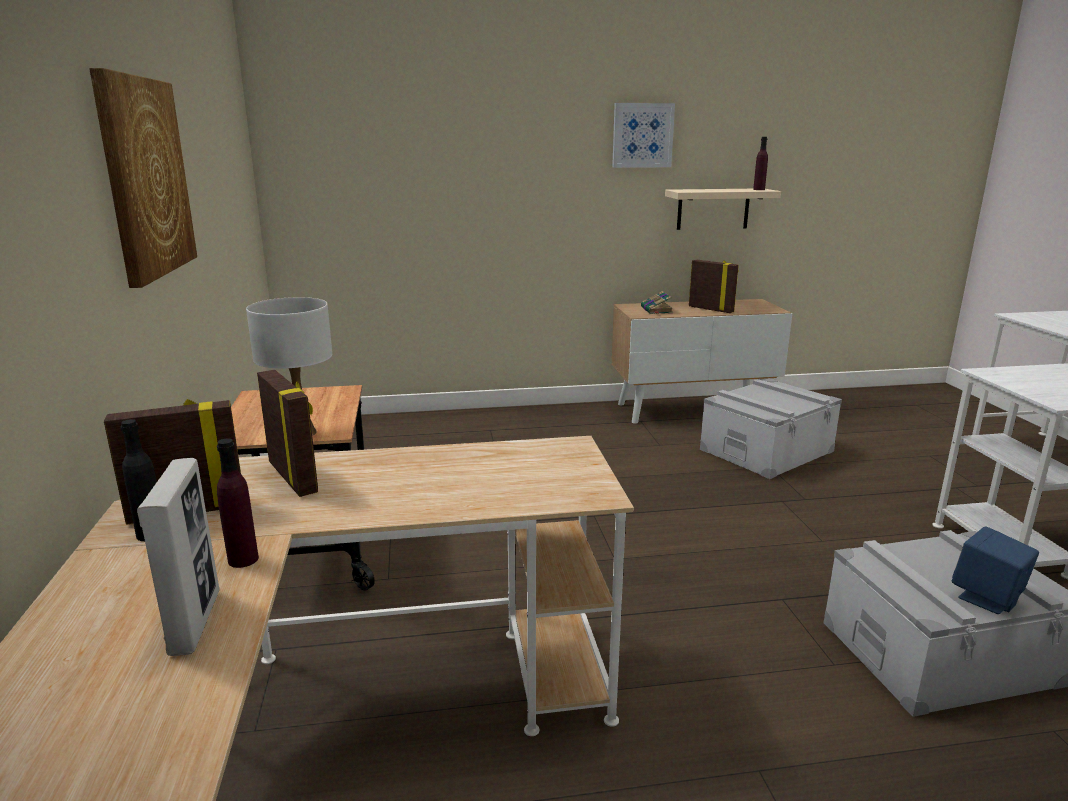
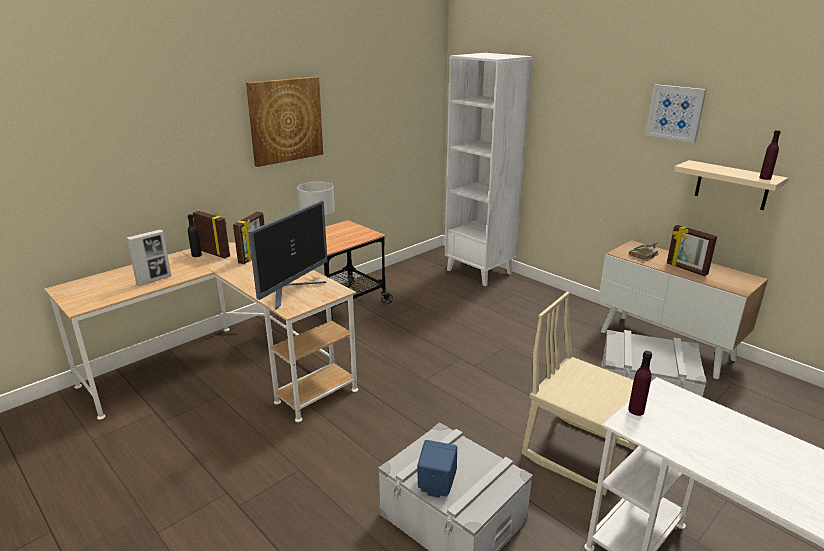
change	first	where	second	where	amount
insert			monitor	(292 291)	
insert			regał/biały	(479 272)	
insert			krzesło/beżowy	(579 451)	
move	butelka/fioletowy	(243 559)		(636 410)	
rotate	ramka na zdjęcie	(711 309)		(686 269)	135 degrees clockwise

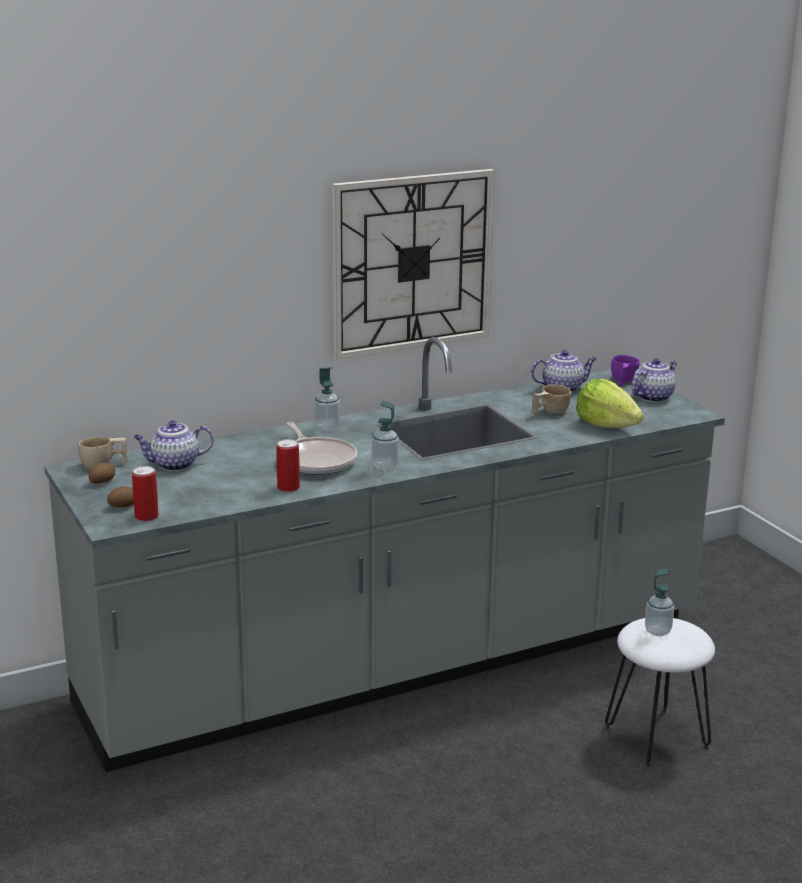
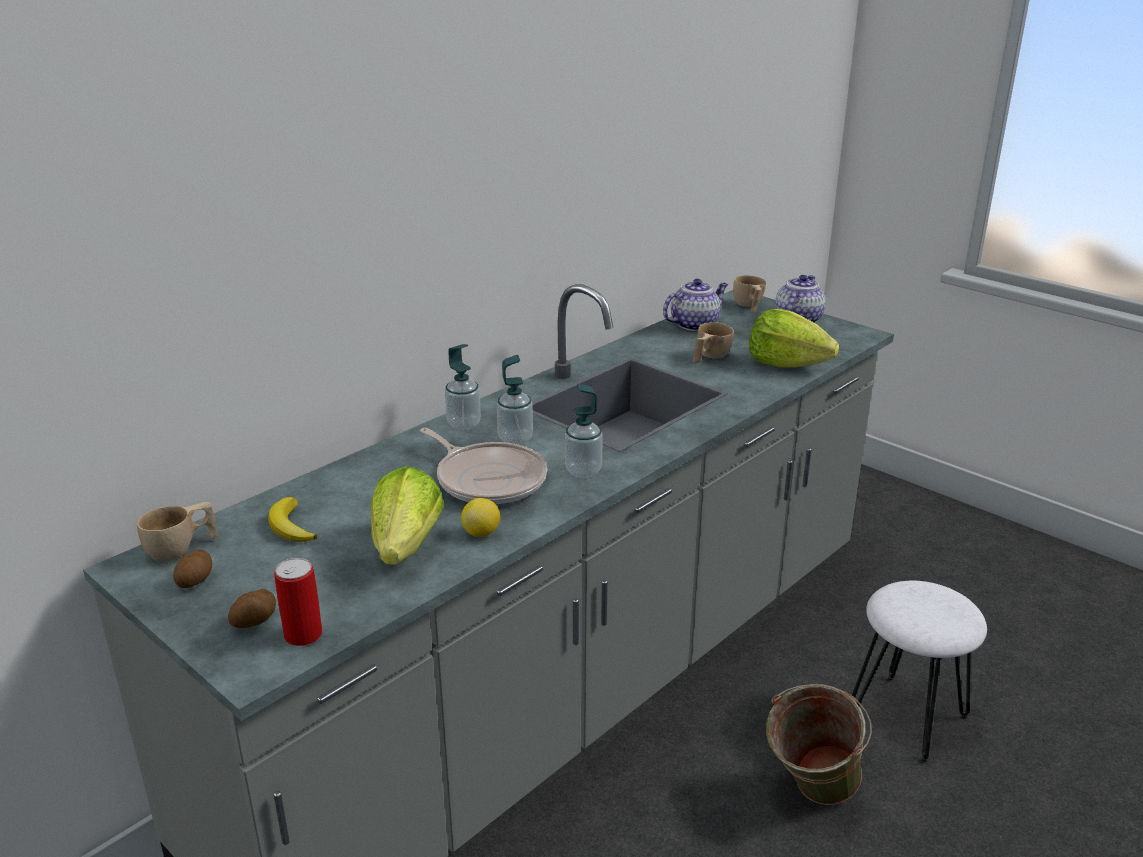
change	first	where	second	where	amount
replace	imbryk	(174 465)	banan	(290 526)	
insert			sałata	(406 547)	
replace	puszka	(288 487)	cytryna	(481 533)	
move	dozownik mydła	(657 631)		(515 439)	
recolor	filiżanka/fioletowy	(622 382)	filiżanka/beżowy	(748 306)	
insert			wiadro/zielony	(809 795)	
delete	zegar ścienny	(412 262)			

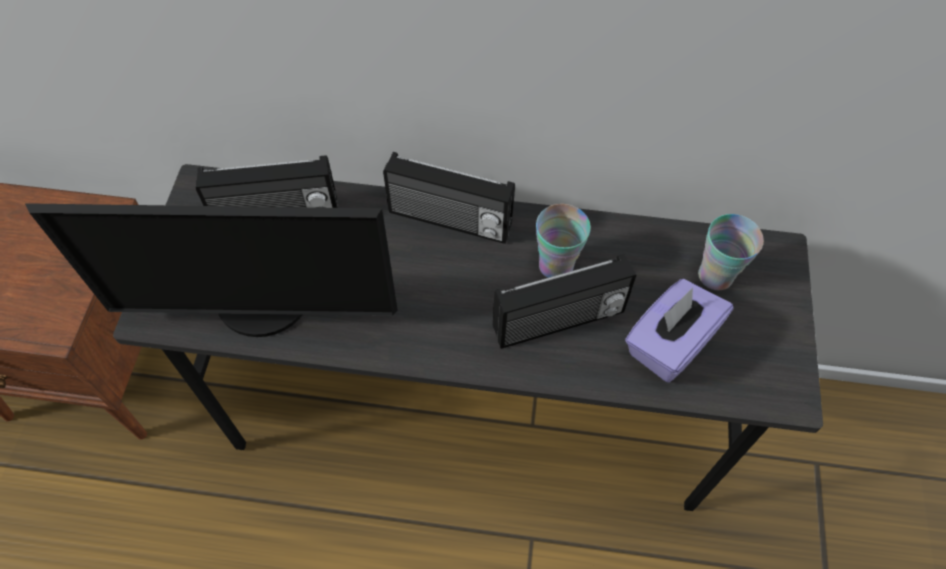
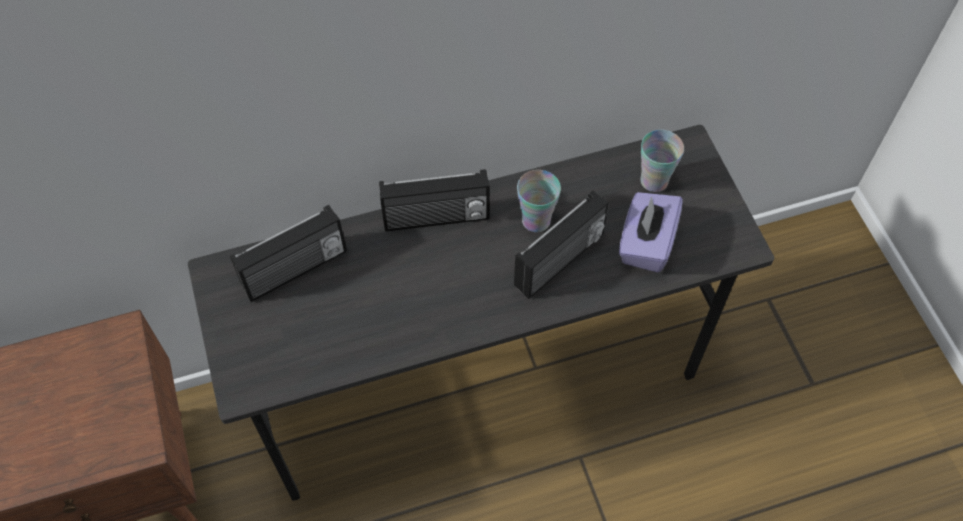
change	first	where	second	where	amount
delete	monitor	(262 305)			

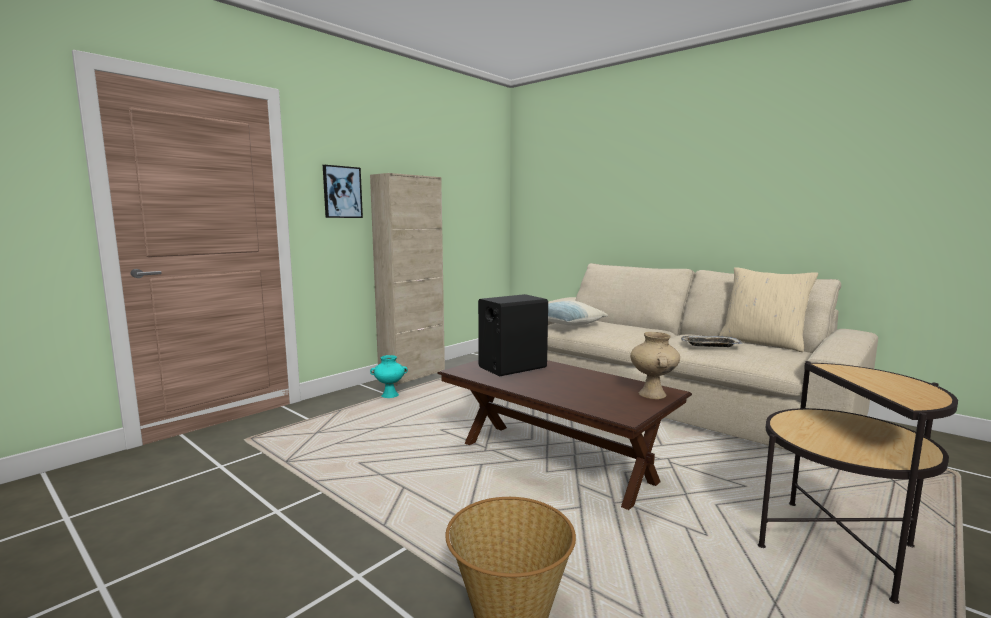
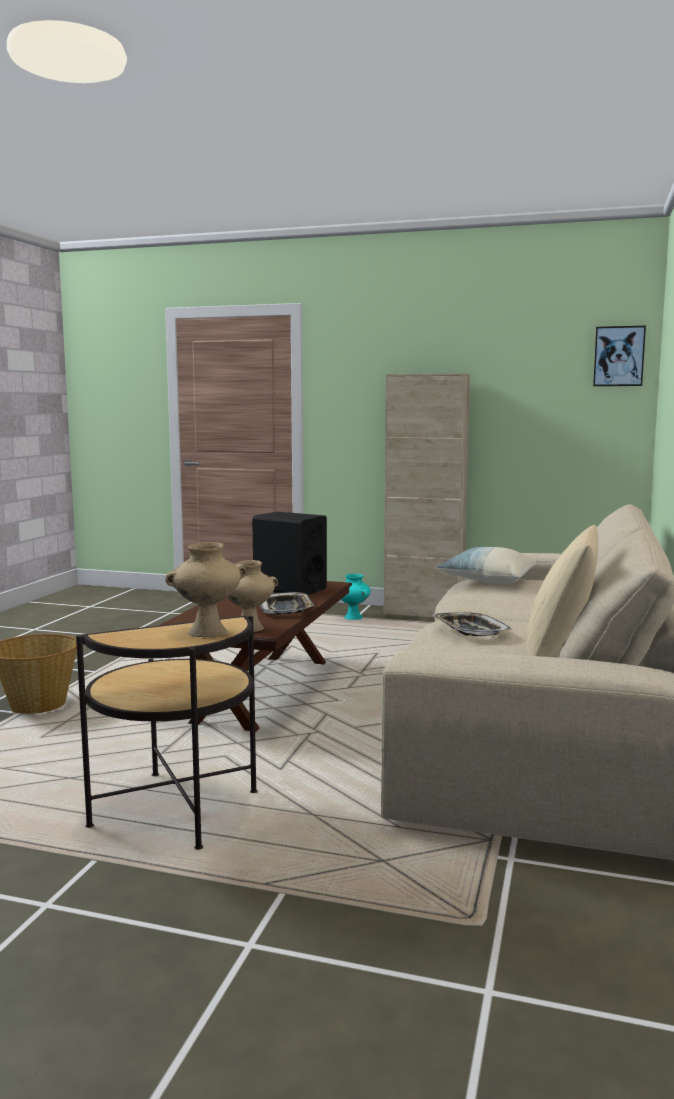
change	first	where	second	where	amount
insert			wazon/beżowy	(207 633)	
insert			taca	(286 609)	
move	obraz	(342 192)		(619 356)	

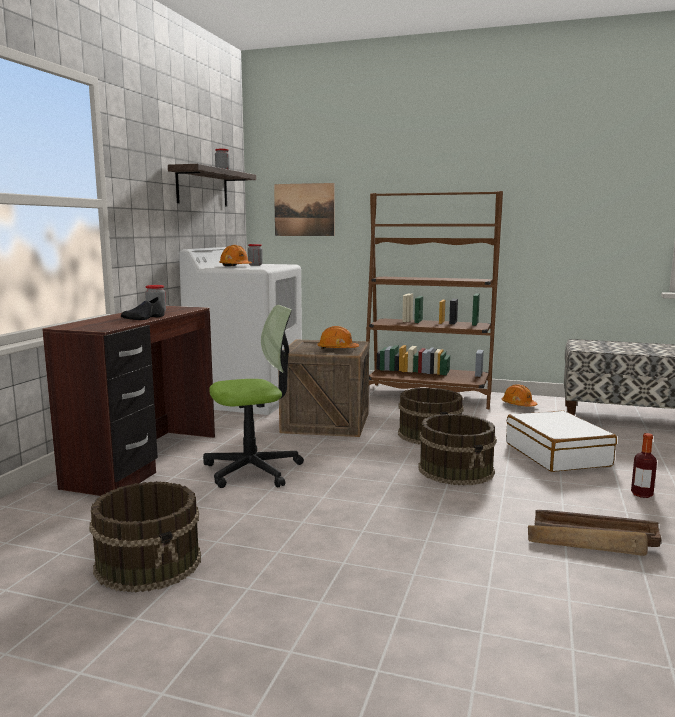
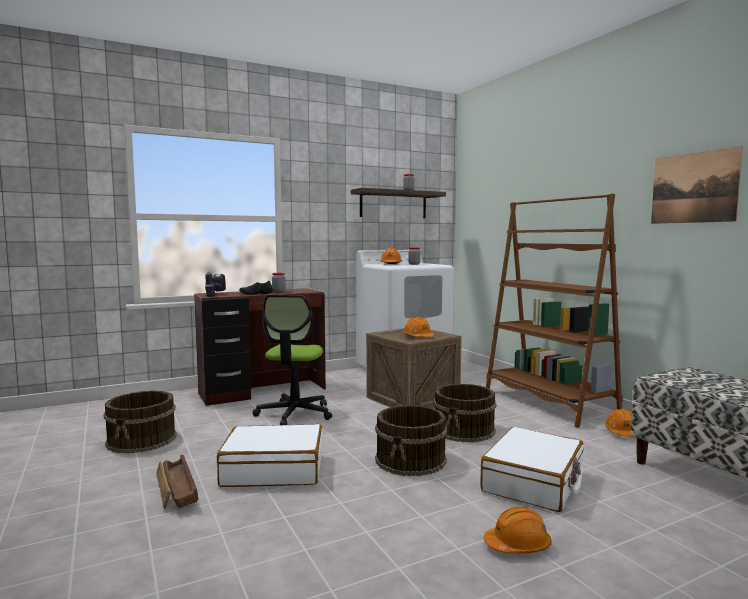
change	first	where	second	where	amount
move	skrzynka	(592 542)		(176 490)	
insert			wiertarka	(214 294)	
insert			walizka/biały	(273 470)	
rotate	krzesło biurowe	(253 470)		(294 414)	75 degrees clockwise
replace	butelka	(641 494)	kask/pomarańczowy	(518 545)	
move	obraz	(304 210)		(693 188)	

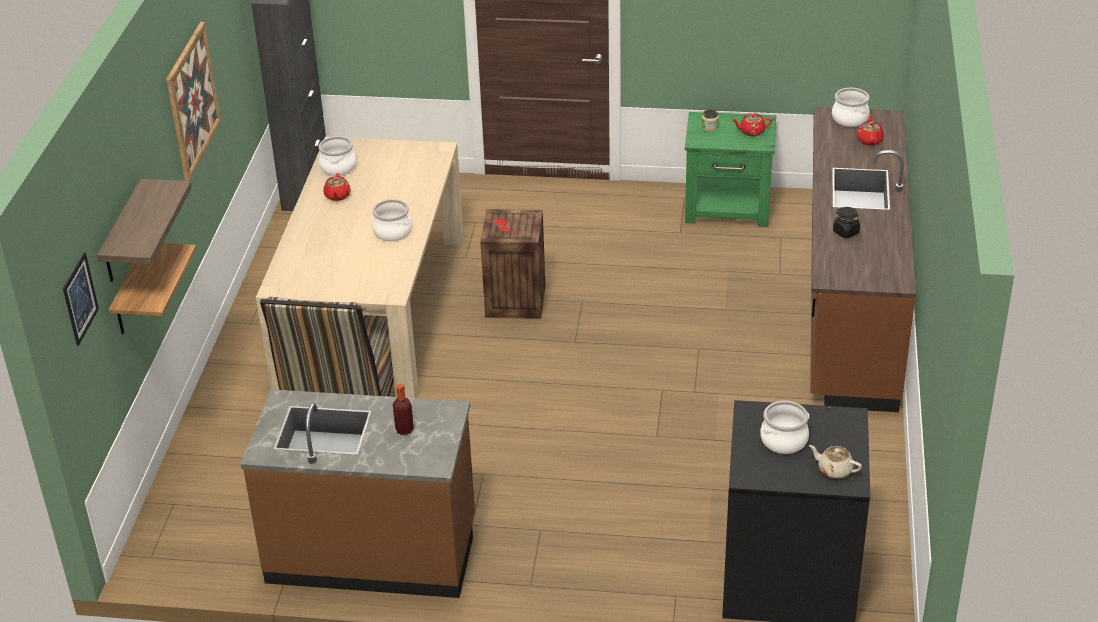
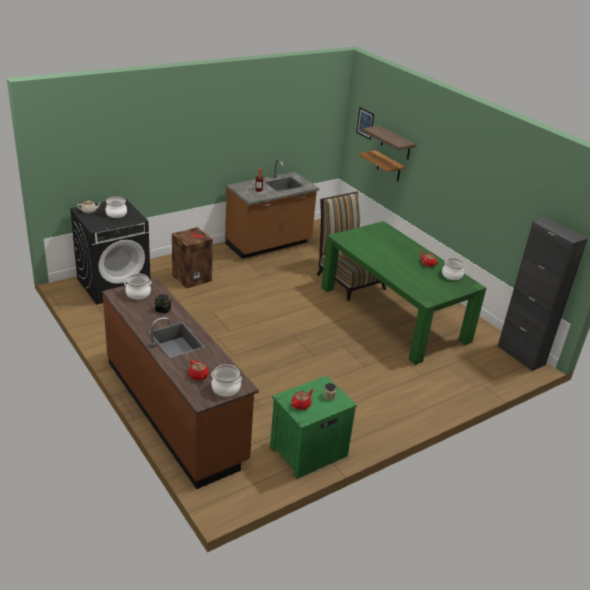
change	first	where	second	where	amount
move	garnek	(393 232)		(138 294)	
move	skrzynka	(514 301)		(192 277)	
recolor	stół jadalny/beżowy	(373 311)	stół jadalny/zielony	(393 314)	
delete	obraz	(192 100)			

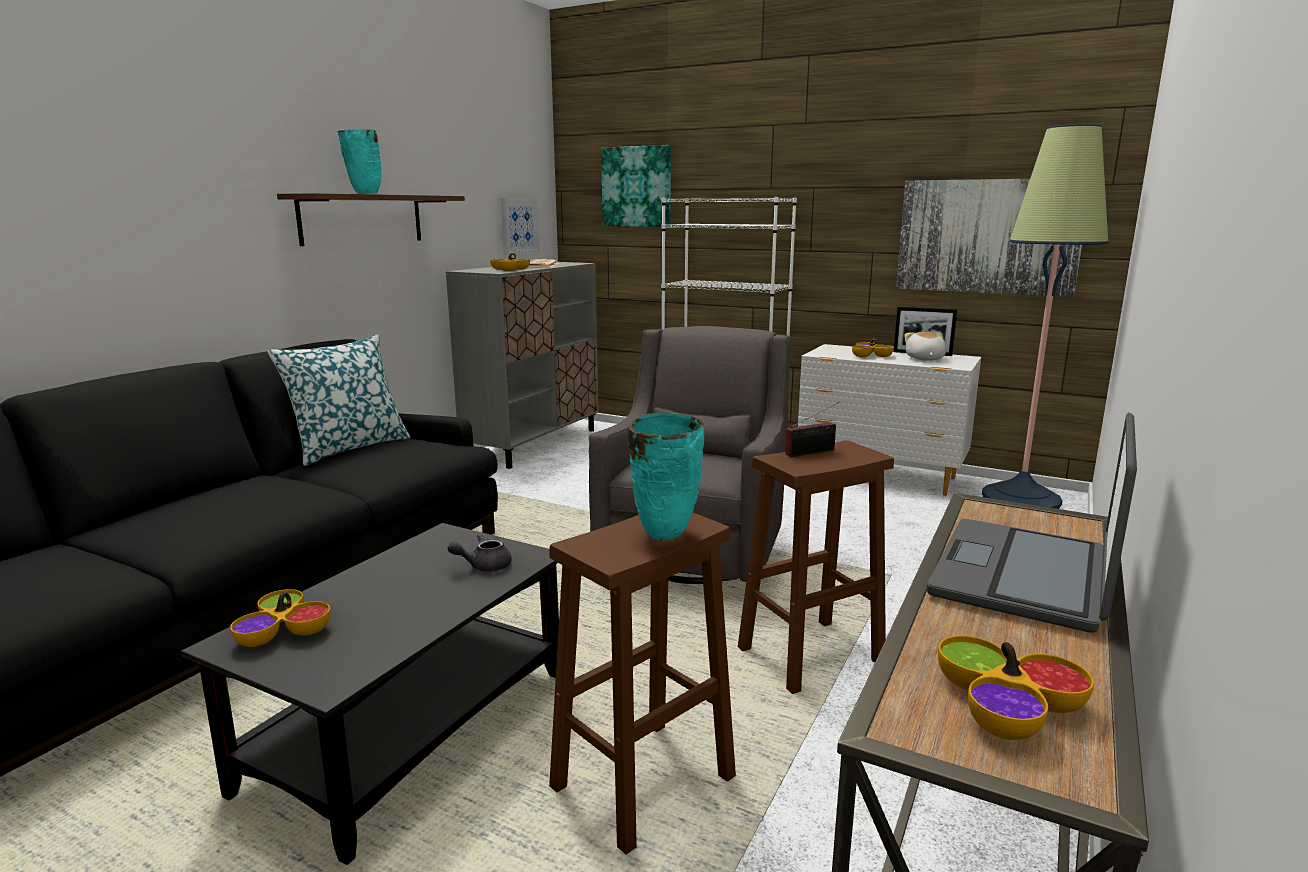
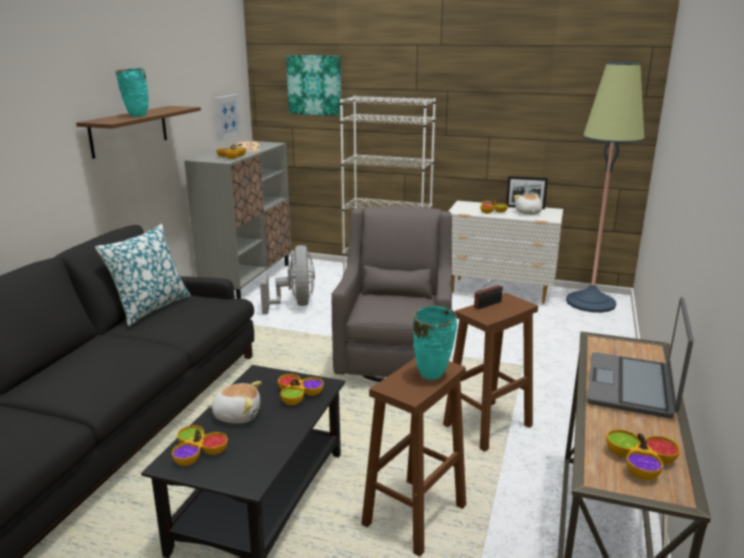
change	first	where	second	where	amount
insert			pluszak	(237 415)	
insert			wentylator/szary	(295 304)	
replace	imbryk/szary	(484 566)	miska	(298 395)	
delete	obraz	(987 236)			

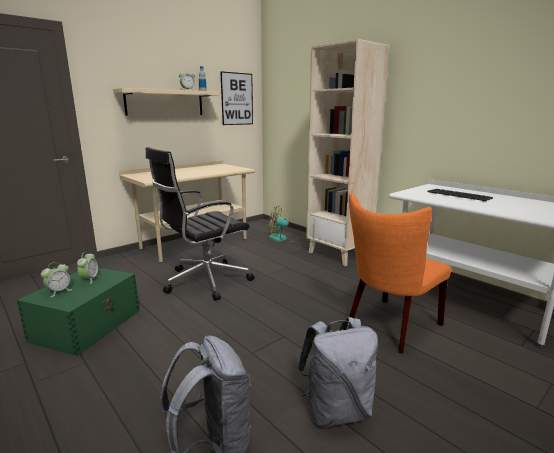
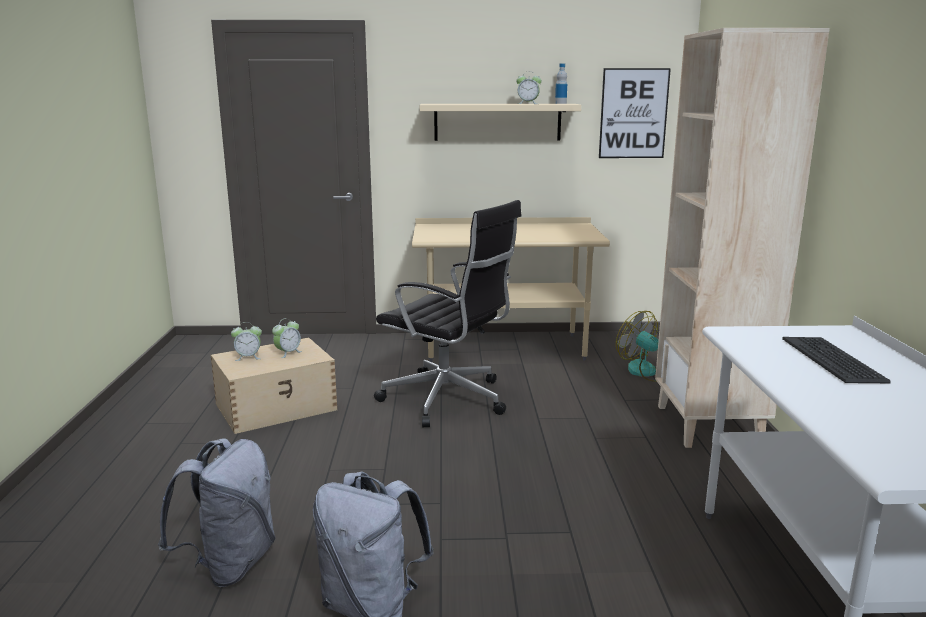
change	first	where	second	where	amount
recolor	pojemnik do przechowywania/zielony	(88 325)	pojemnik do przechowywania/beżowy	(277 407)	
rotate	krzesło biurowe/czarny	(204 281)		(448 400)	150 degrees counterclockwise
delete	krzesło/pomarańczowy	(390 327)			

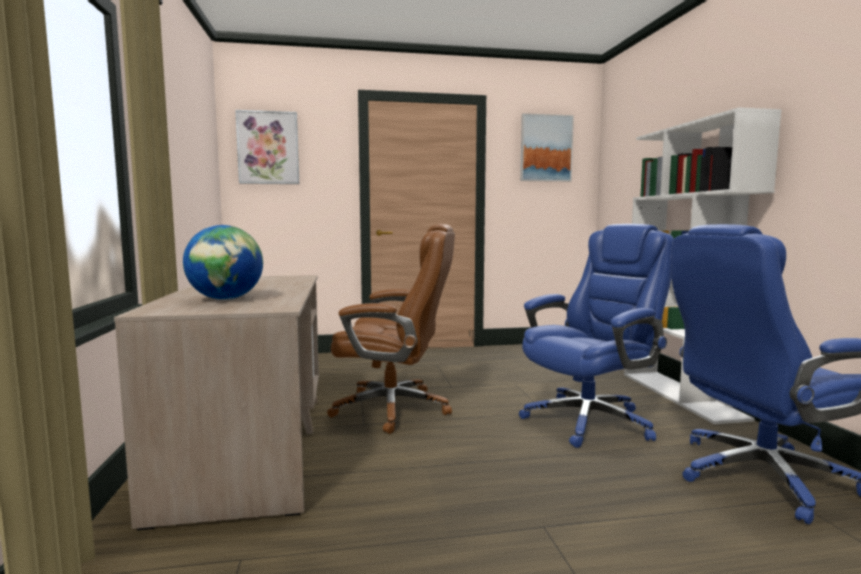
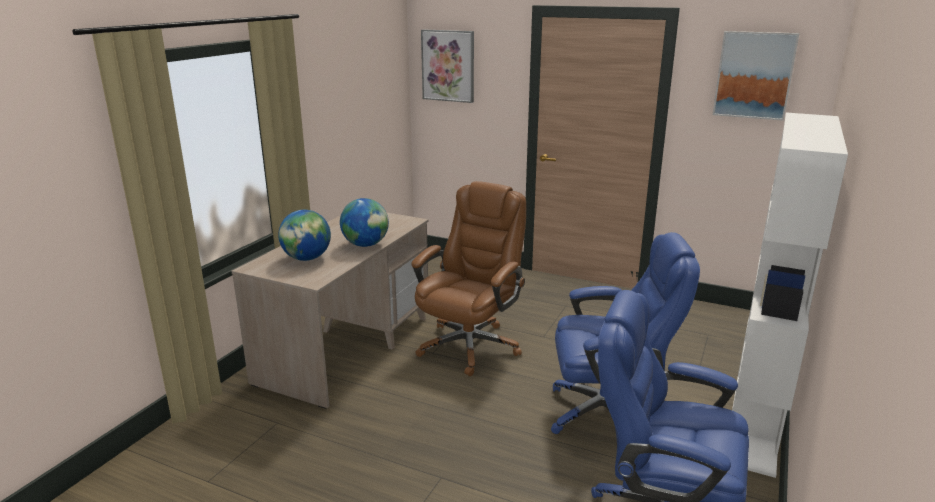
change	first	where	second	where	amount
insert			globus	(365 245)	
rotate	krzesło biurowe/brązowy	(395 408)		(470 345)	105 degrees counterclockwise

